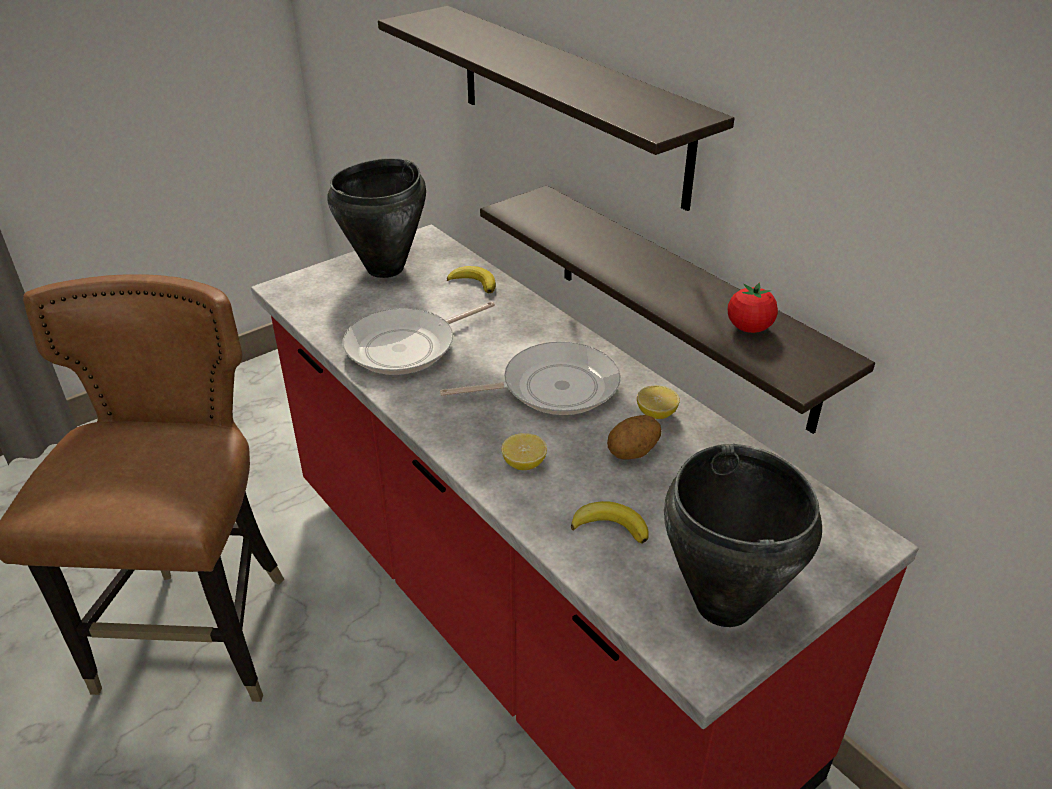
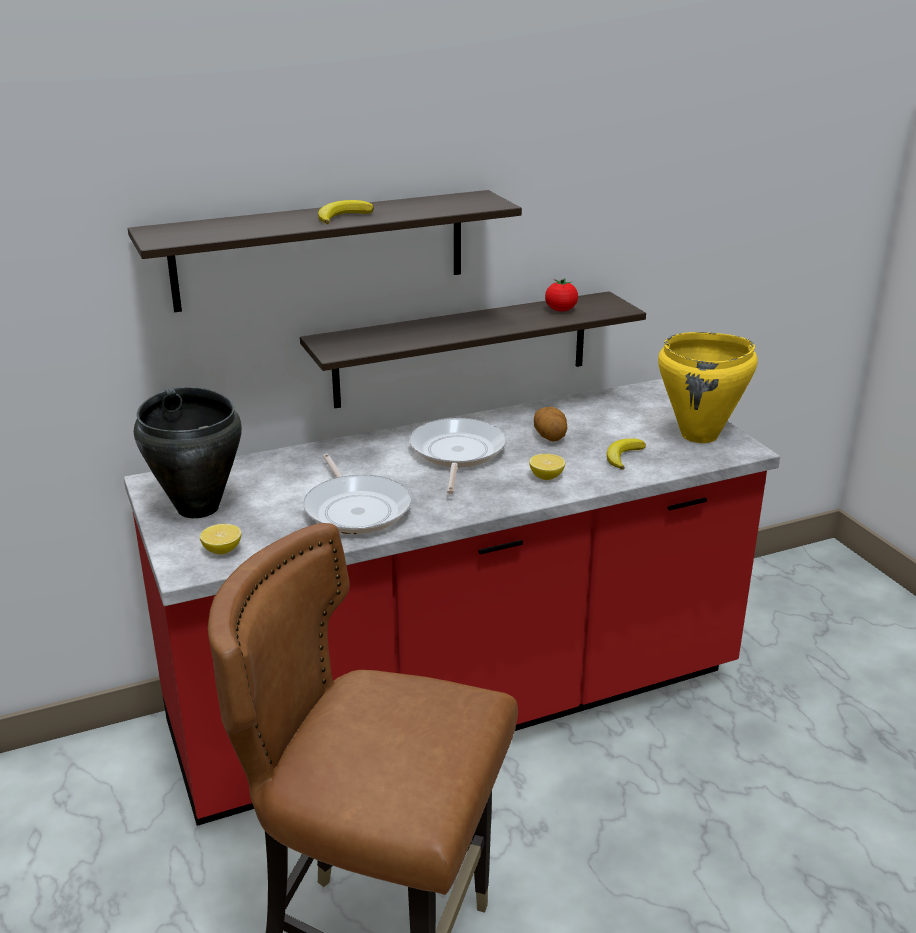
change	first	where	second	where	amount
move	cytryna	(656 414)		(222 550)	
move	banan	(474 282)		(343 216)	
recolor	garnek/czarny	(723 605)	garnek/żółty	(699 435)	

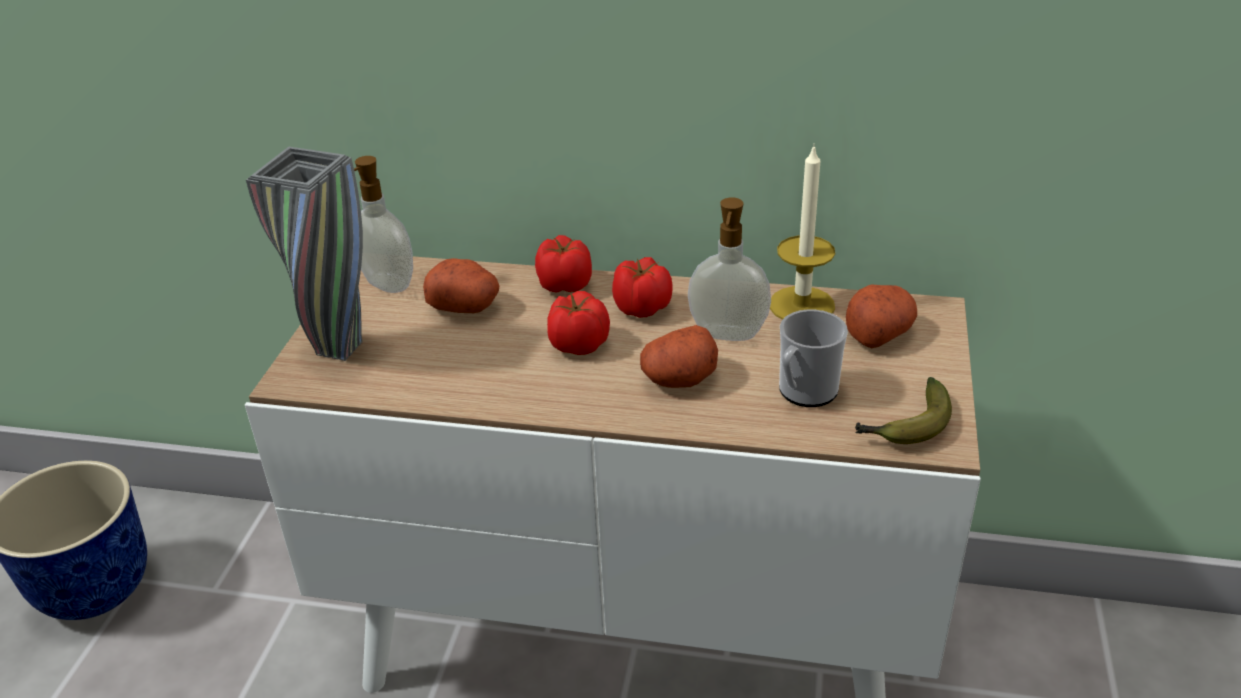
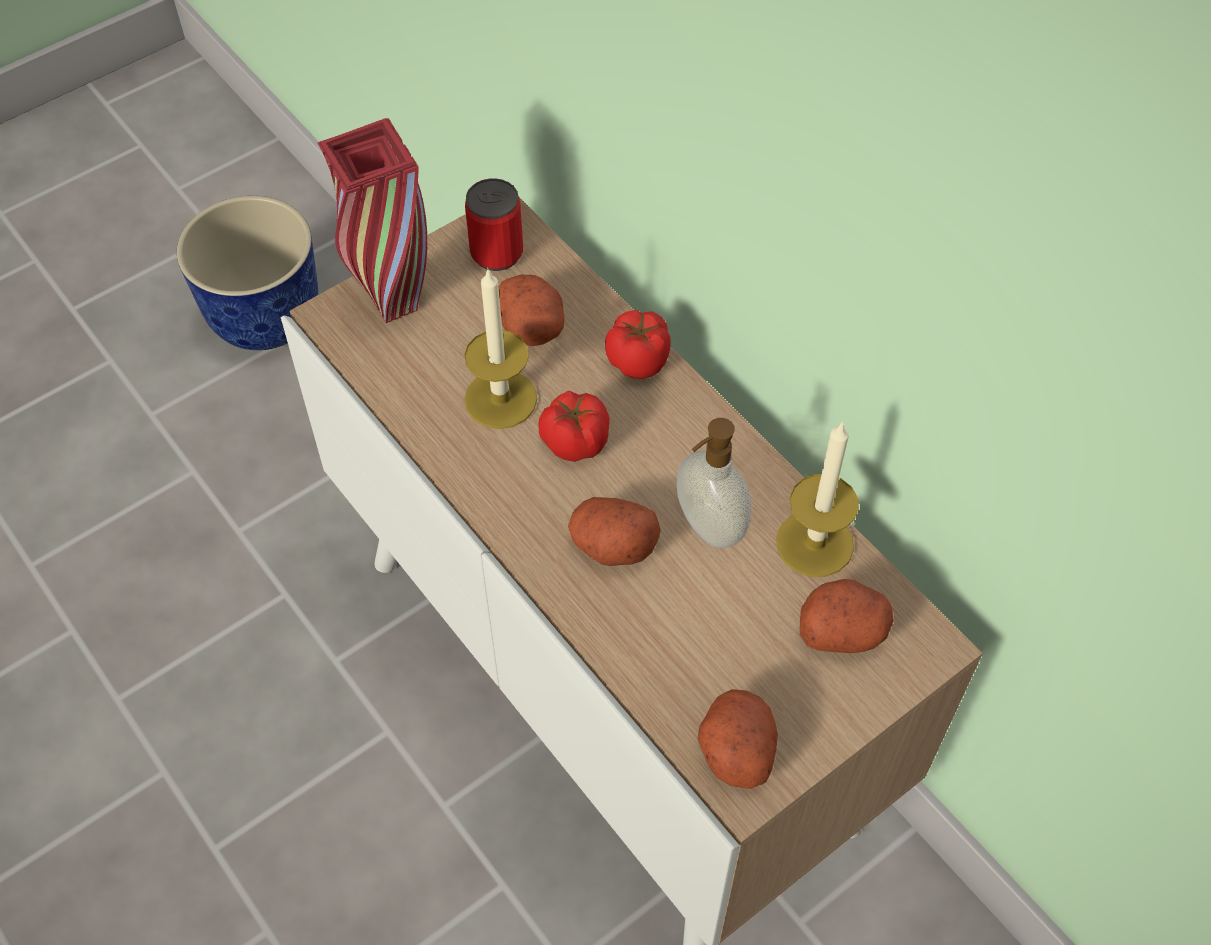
change	first	where	second	where	amount
recolor	wazon/szary	(339 348)	wazon/czerwony	(394 305)	
insert			świeca	(500 399)	
replace	dozownik mydła	(386 285)	puszka	(497 253)	
replace	banan	(906 426)	ziemniak	(735 748)	
delete	pomidor	(641 307)			
delete	kubek	(804 393)			

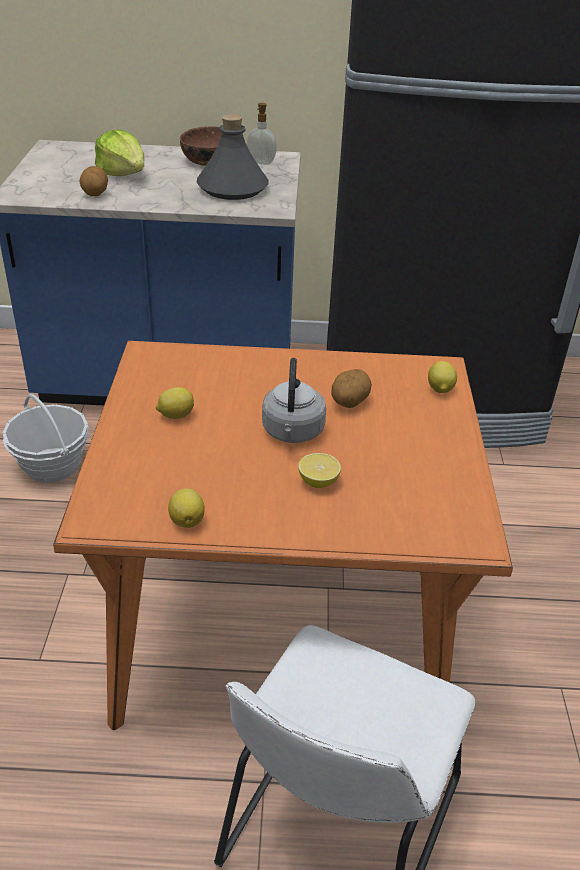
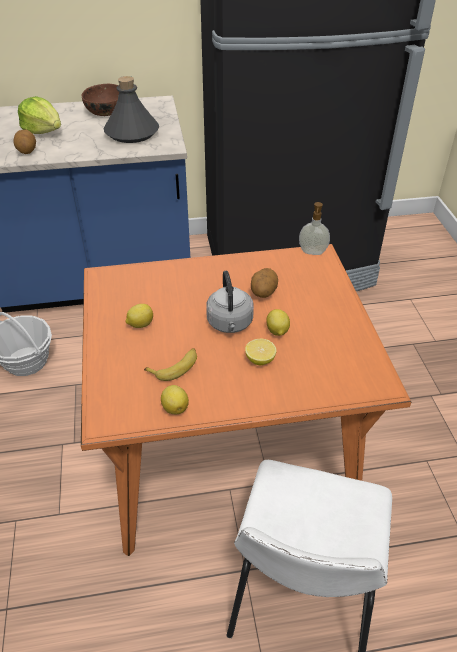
change	first	where	second	where	amount
insert			banan	(175 367)	
move	cytryna	(440 389)		(277 331)	
move	dozownik mydła	(261 163)		(312 252)	

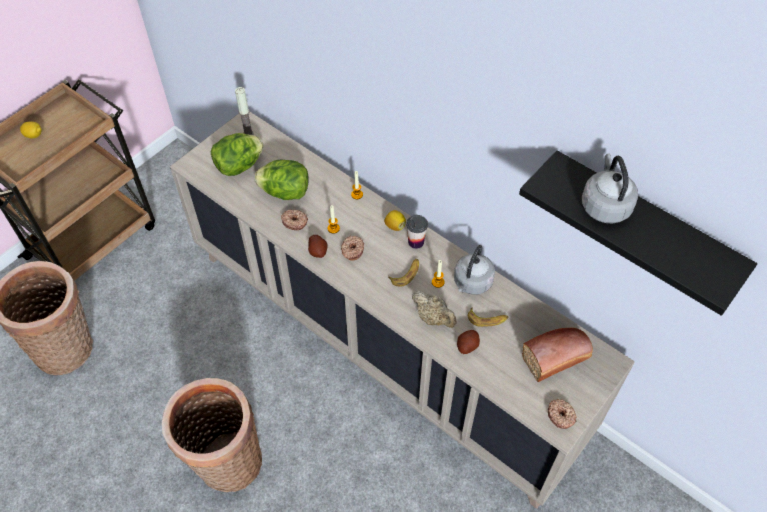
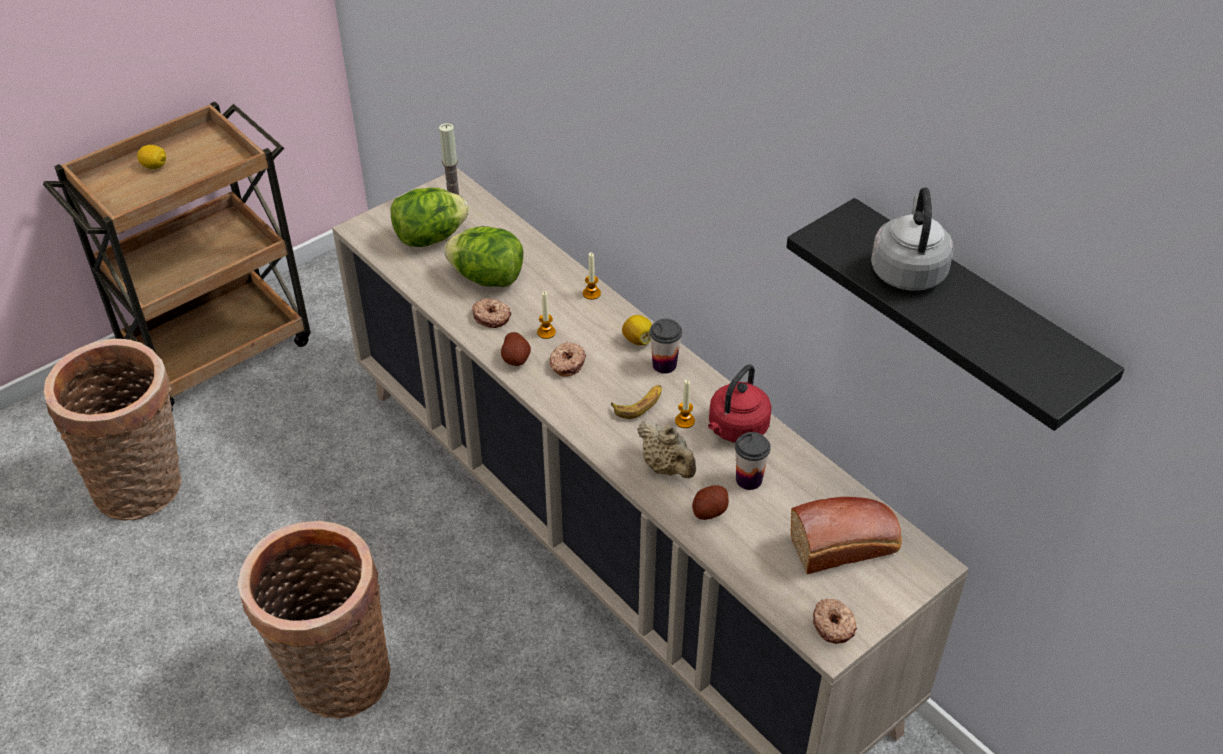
change	first	where	second	where	amount
recolor	czajnik/szary	(472 283)	czajnik/czerwony	(736 429)	
replace	banan	(487 319)	filiżanka	(749 480)	

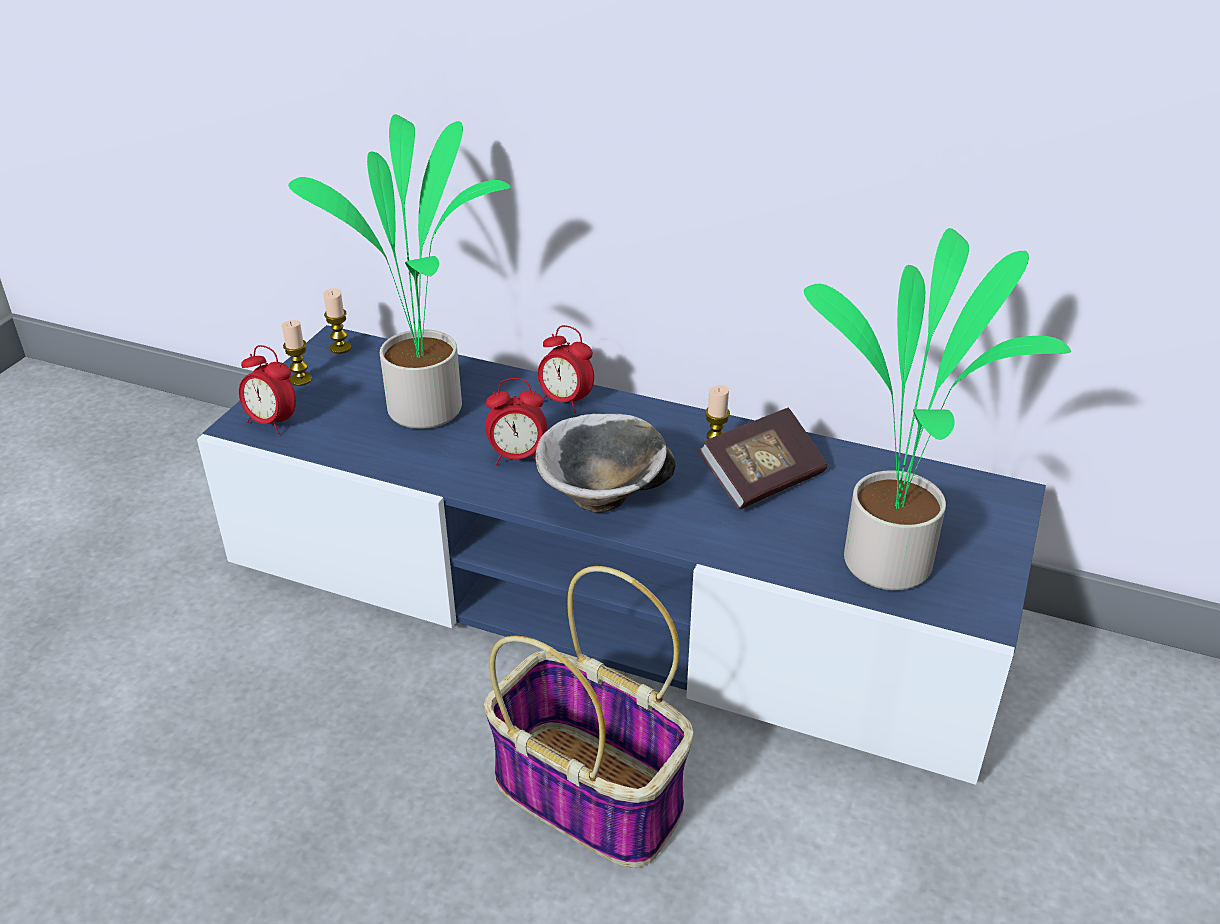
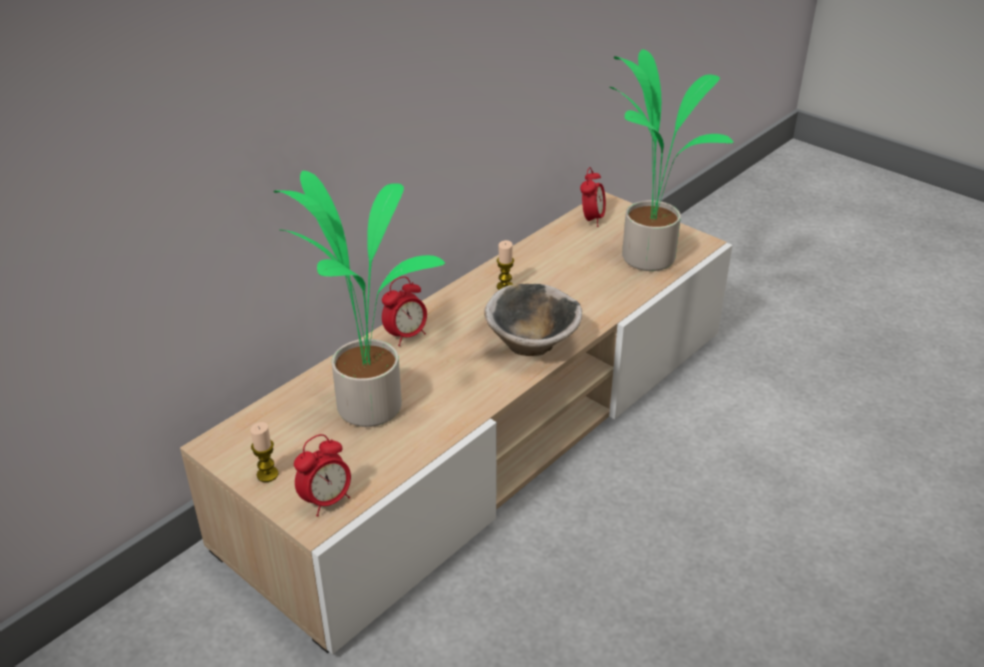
change	first	where	second	where	amount
recolor	szafka pod telewizor/niebieski	(610 593)	szafka pod telewizor/beżowy	(492 432)	
move	budzik	(517 457)		(592 219)	
delete	świeca	(340 348)			
delete	koszyk	(592 794)			
delete	książka	(762 479)			

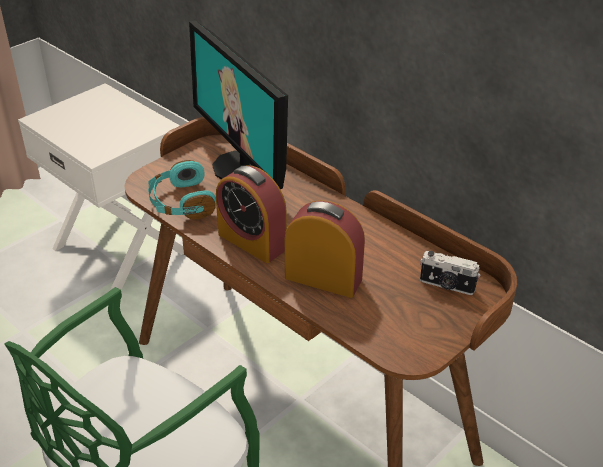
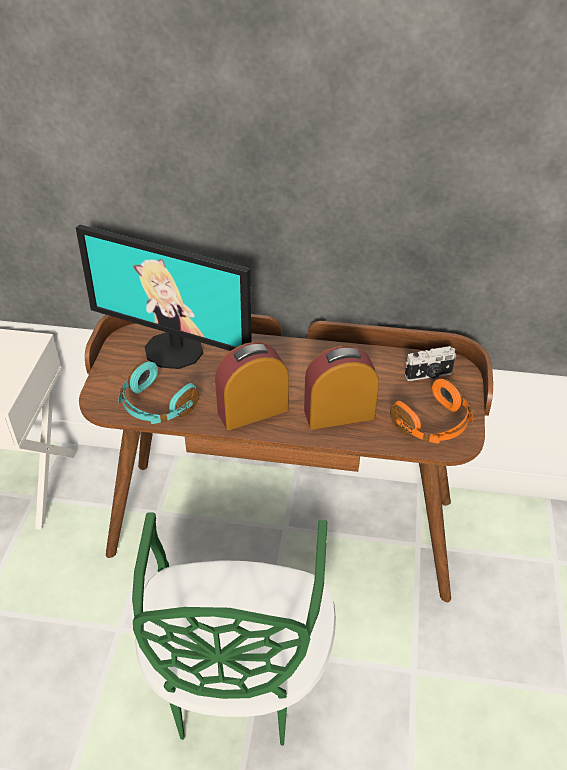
change	first	where	second	where	amount
rotate	budzik	(252 241)		(253 411)	150 degrees clockwise
insert			słuchawki/pomarańczowy	(433 424)	

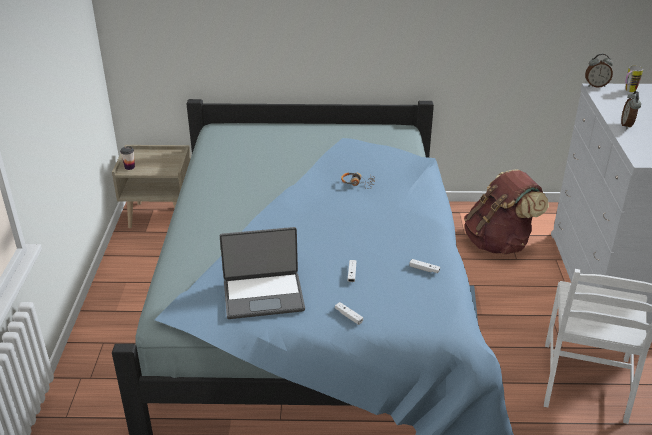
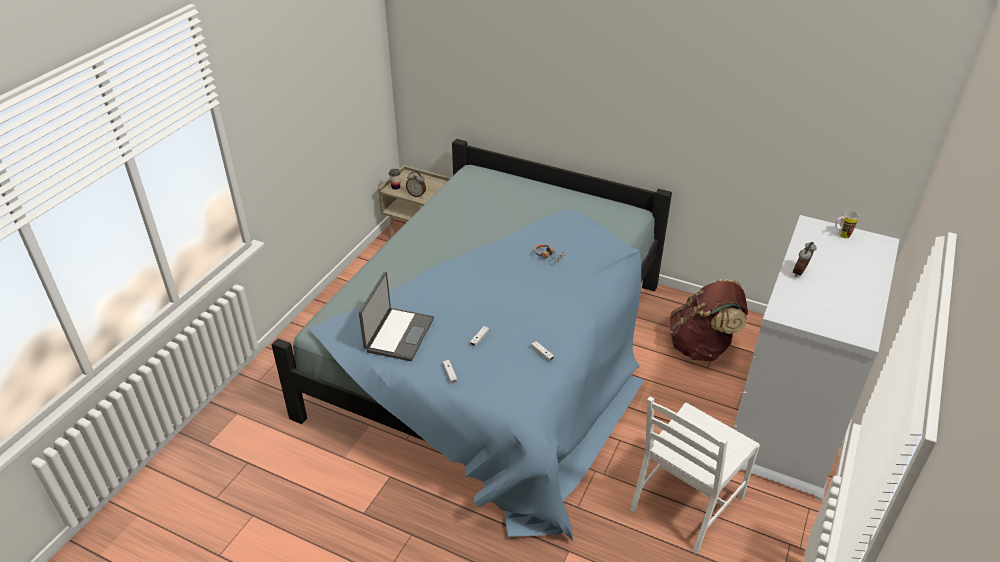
change	first	where	second	where	amount
rotate	laptop	(263 295)		(398 335)	90 degrees counterclockwise
move	budzik	(596 85)		(416 195)	

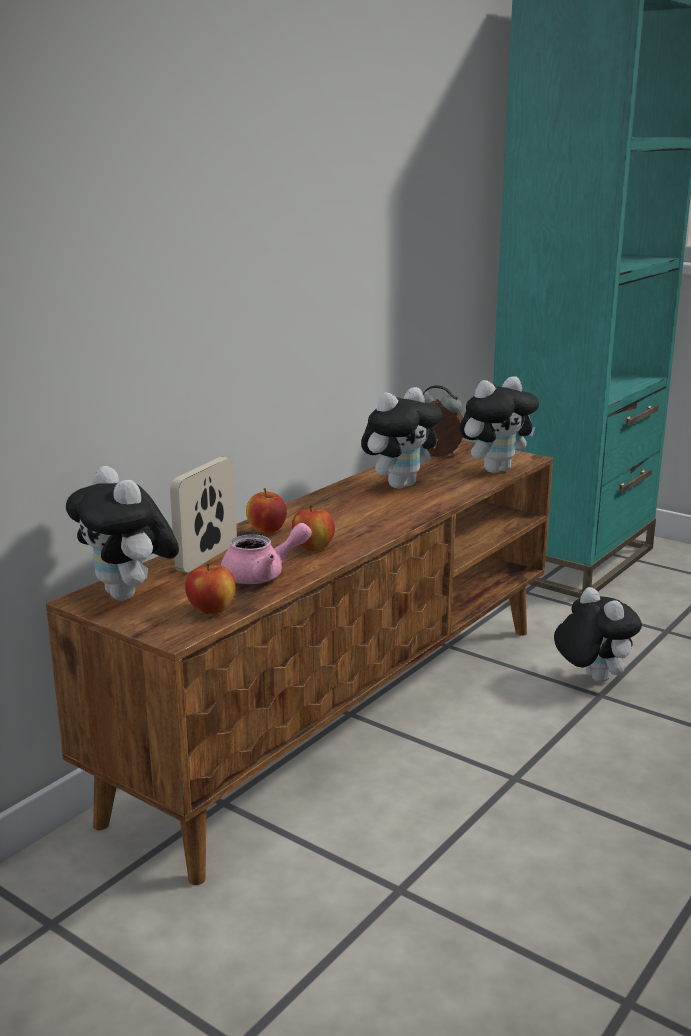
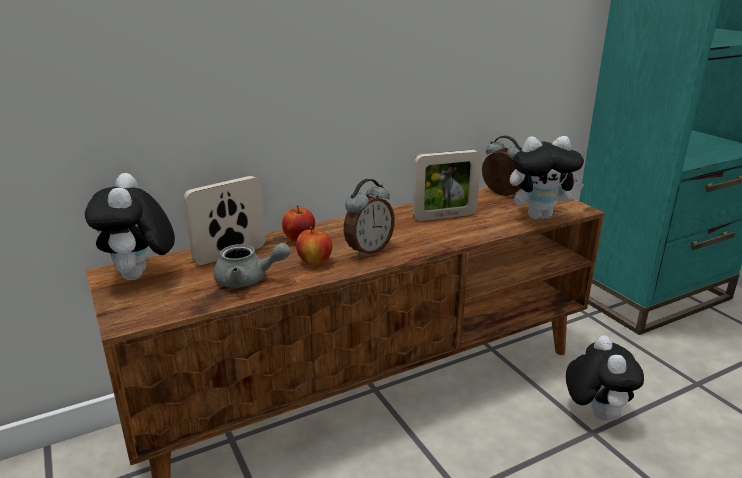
change	first	where	second	where	amount
recolor	imbryk/różowy	(262 575)	imbryk/szary	(248 280)	
insert			budzik	(368 250)	
replace	pluszak	(400 485)	ramka na zdjęcie	(444 216)	
delete	jabłko	(212 609)			

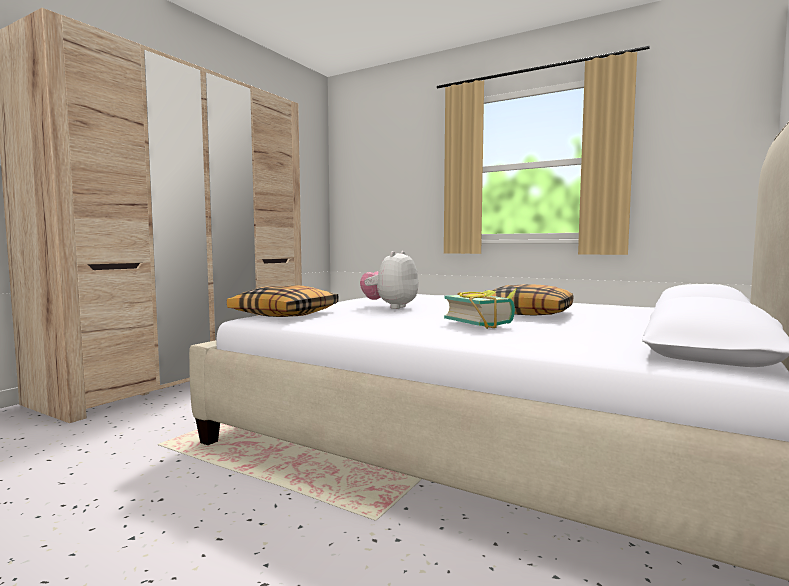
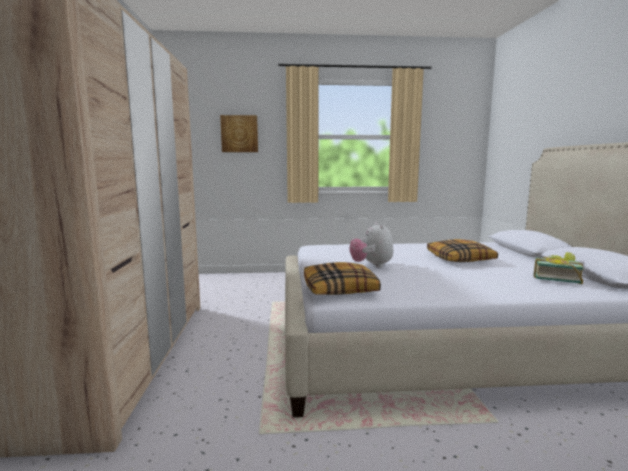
change	first	where	second	where	amount
insert			obraz	(239 134)	
move	książka	(483 323)		(555 278)	

